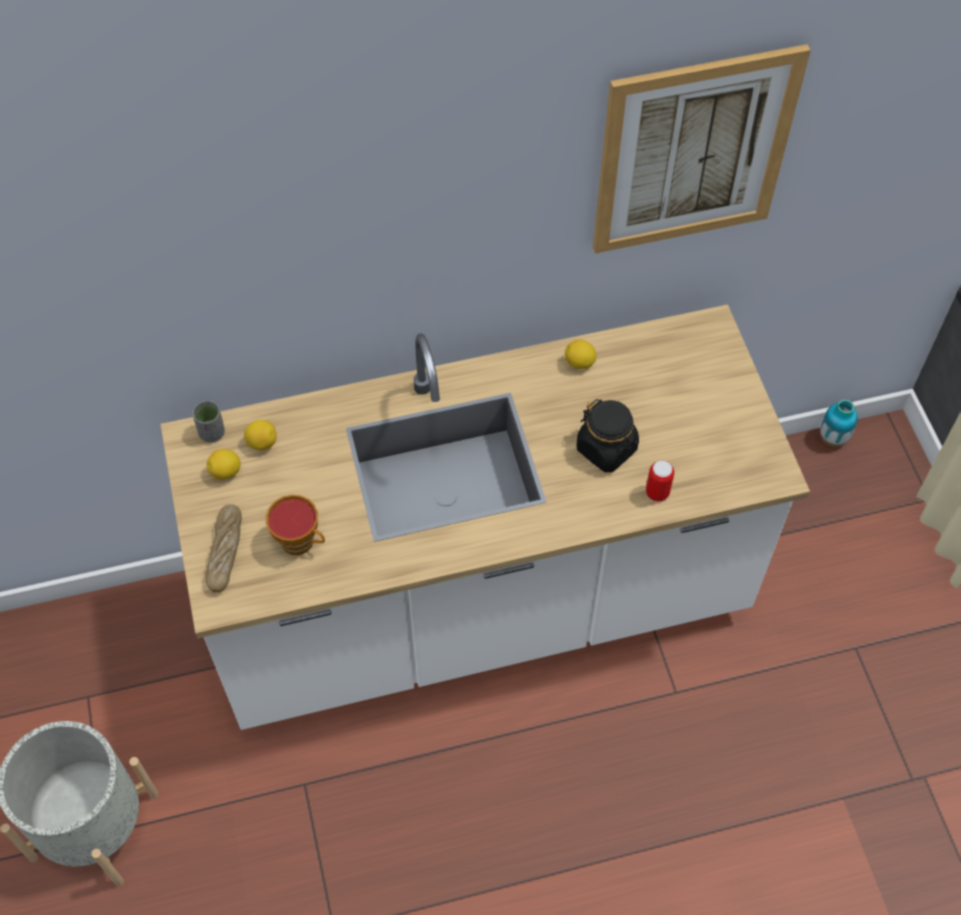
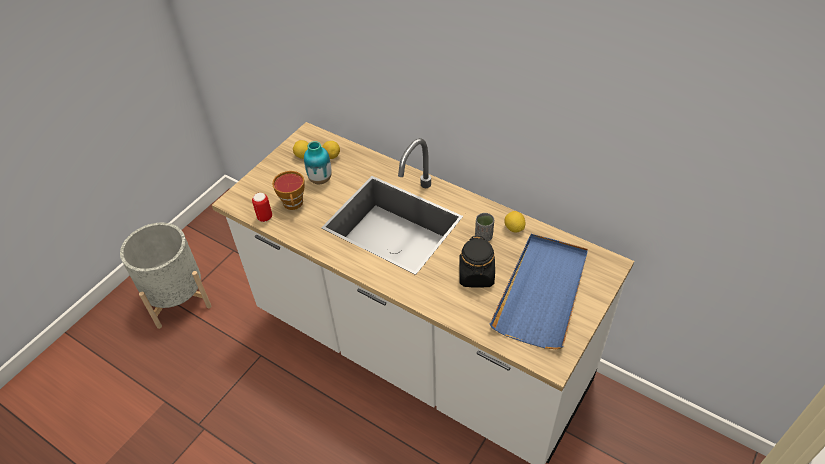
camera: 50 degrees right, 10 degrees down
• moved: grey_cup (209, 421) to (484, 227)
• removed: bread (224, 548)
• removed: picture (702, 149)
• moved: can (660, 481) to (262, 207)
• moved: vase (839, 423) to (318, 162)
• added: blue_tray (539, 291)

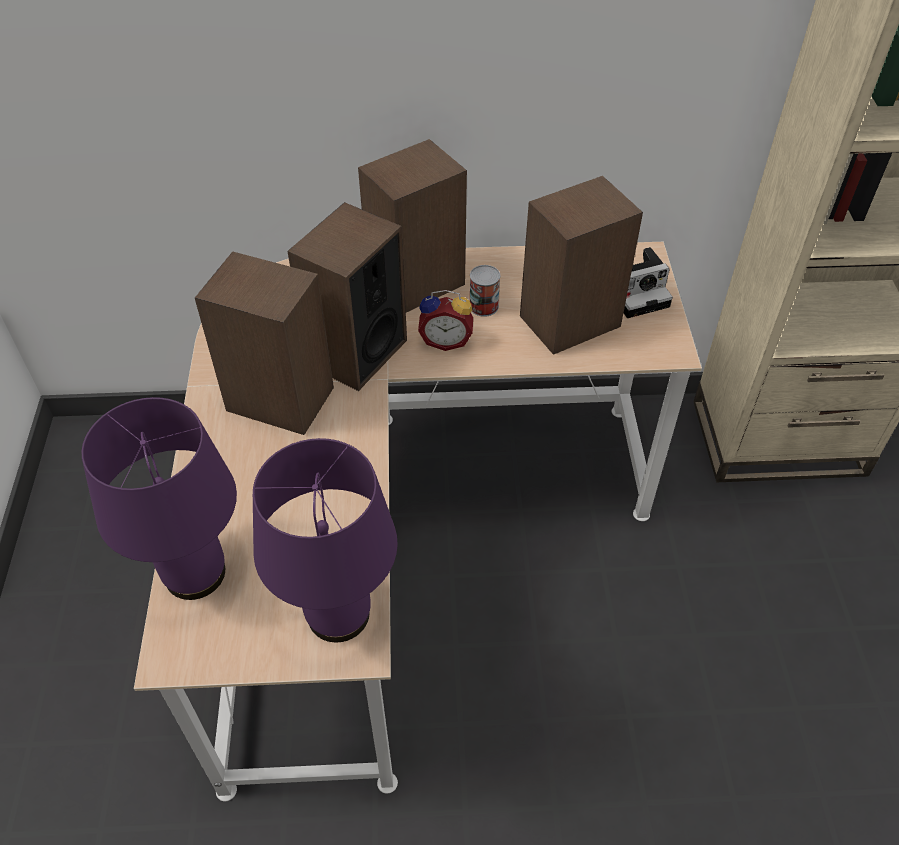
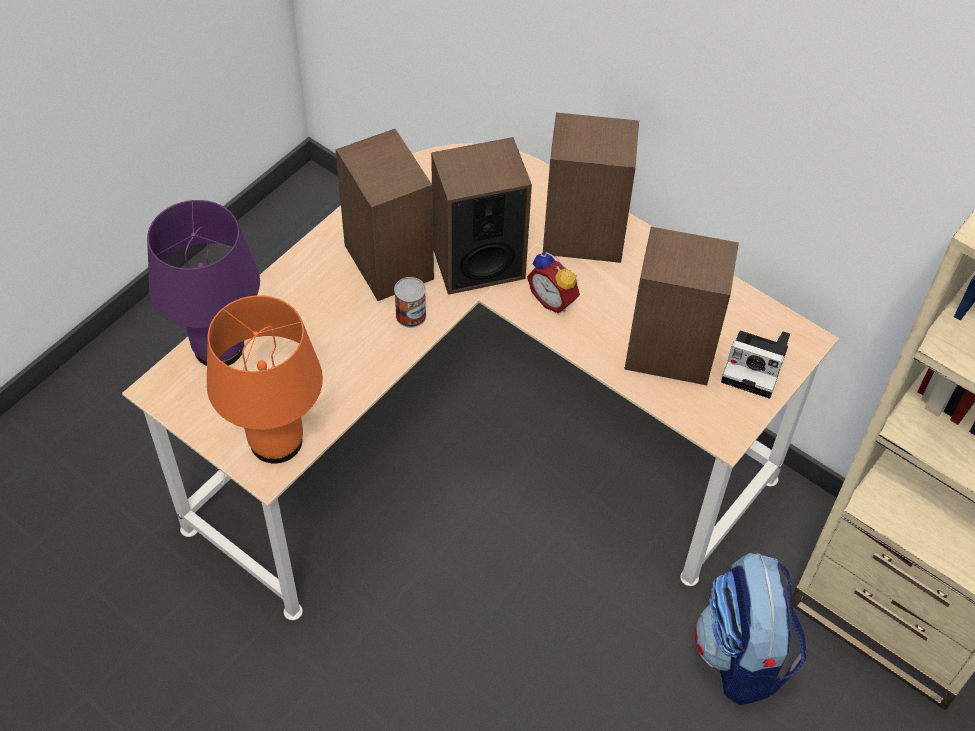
camera: 40 degrees right, 5 degrees up
• recoloured: purple_table_lamp (325, 540) to orange_table_lamp (265, 379)
• moved: can (485, 291) to (410, 302)
• added: backpack (750, 629)

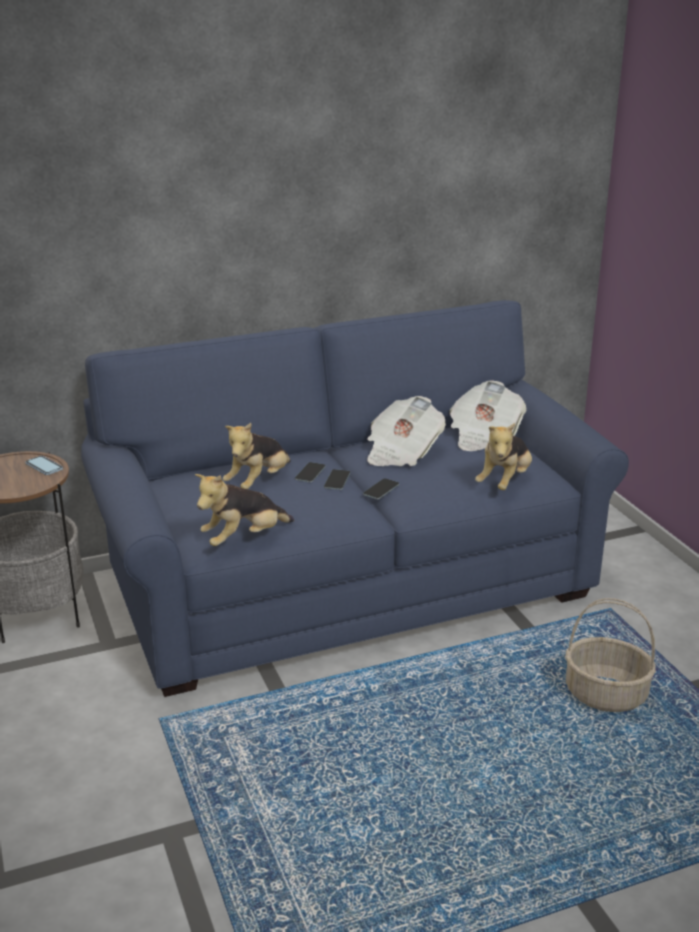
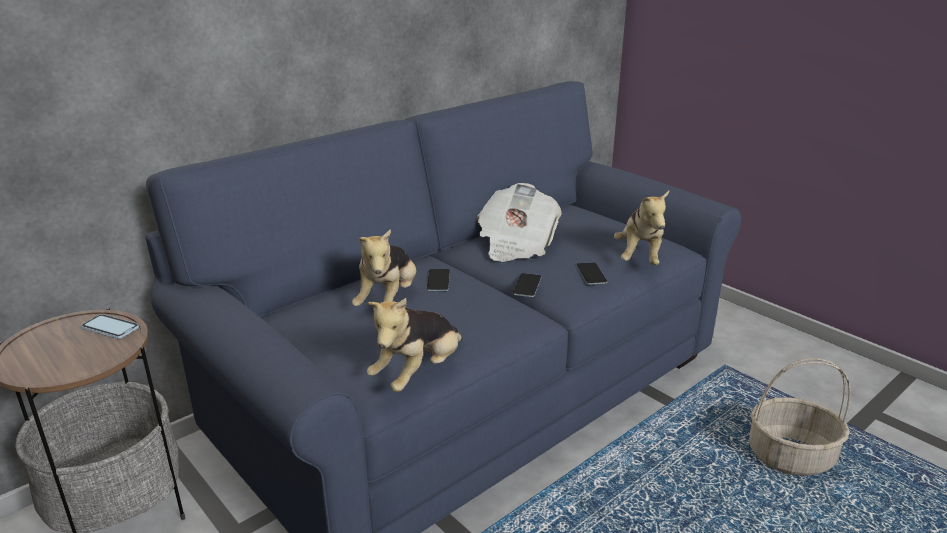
camera: 20 degrees left, 0 degrees up
• moved: phone (337, 479) to (591, 273)
• removed: newspaper (487, 415)

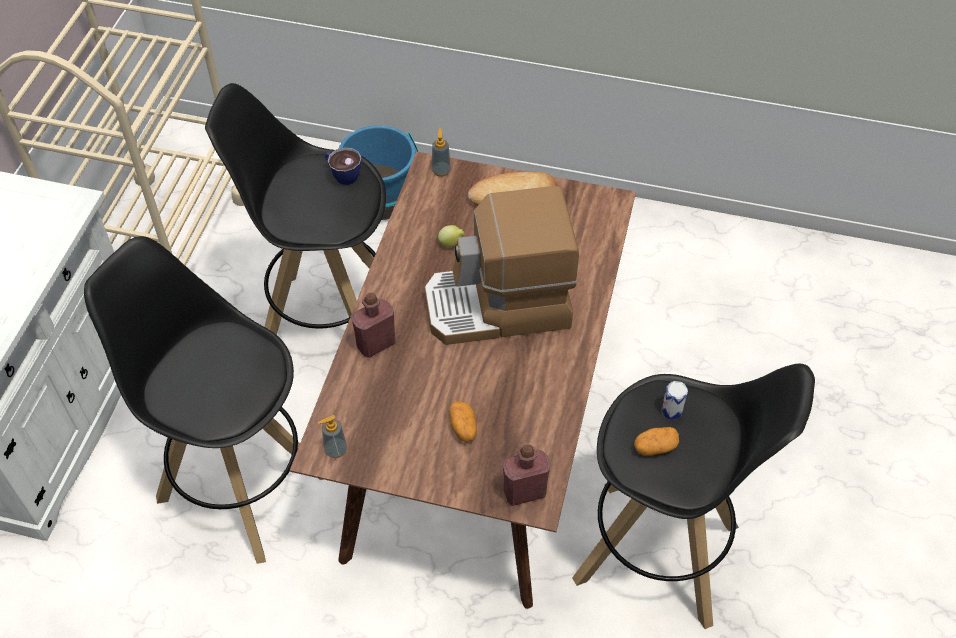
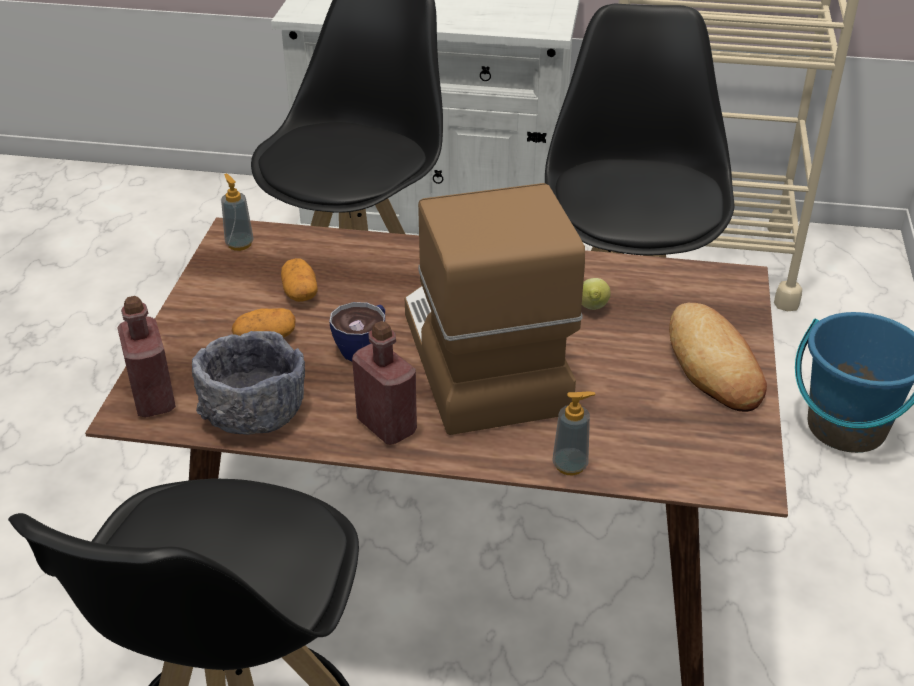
camera: 85 degrees right, 15 degrees down
• moved: cup (343, 166) to (357, 331)
• moved: red_bottle (373, 325) to (384, 383)
• moved: soap_dispenser (441, 152) to (574, 433)
• moved: potato (656, 441) to (299, 280)
• removed: can (674, 400)
• added: grey_bowl (248, 383)

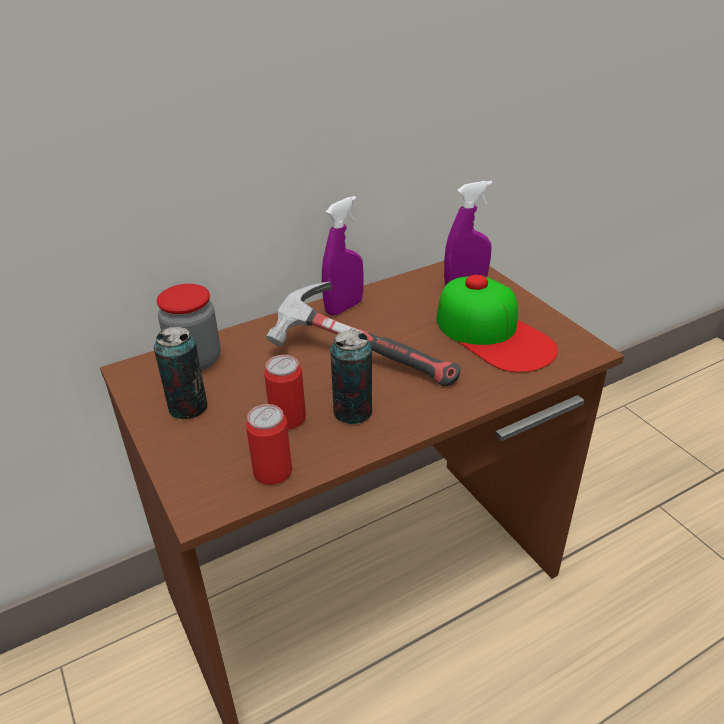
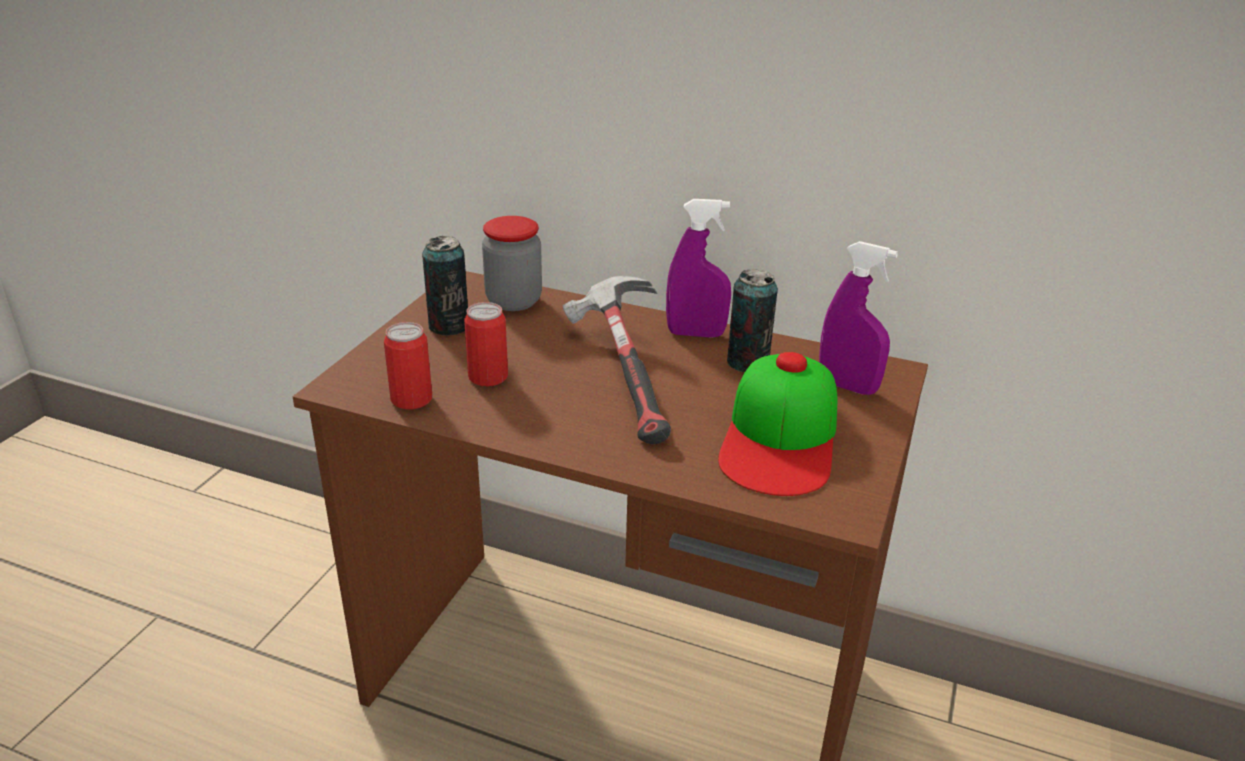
camera: 50 degrees right, 5 degrees down
• moved: can (351, 377) to (752, 320)

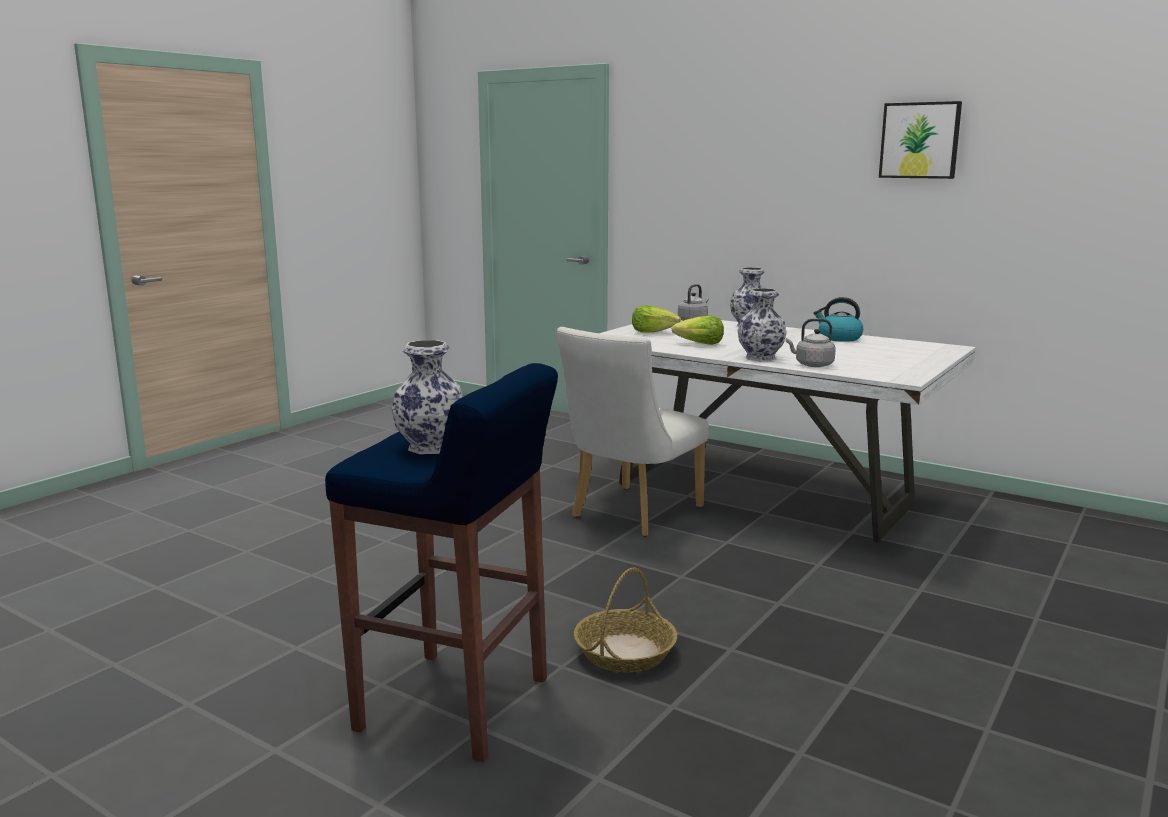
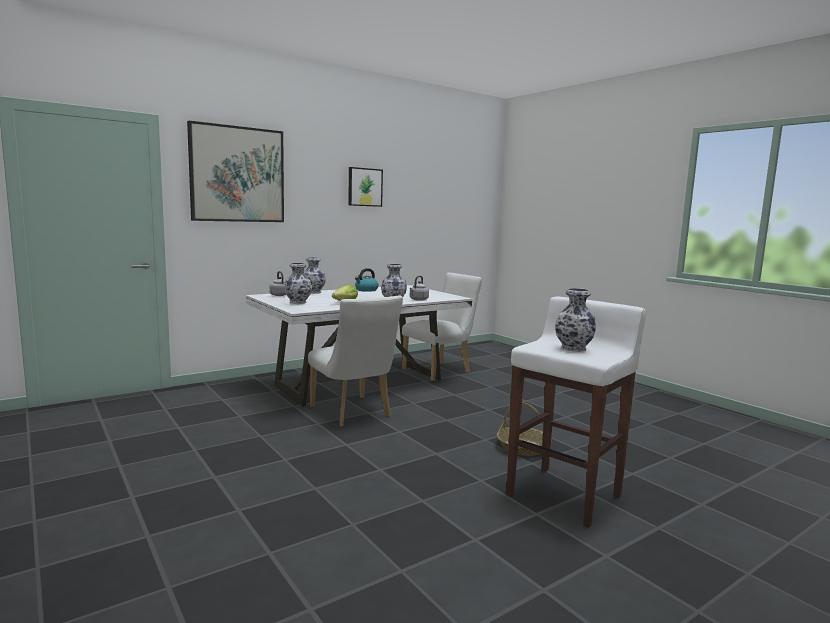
camera: 70 degrees left, 5 degrees down
• recoloured: blue_stool (441, 562) to white_stool (576, 412)
• replaced: lettuce (656, 319) to vase (298, 283)
• added: picture (235, 171)
• added: white_chair (442, 327)

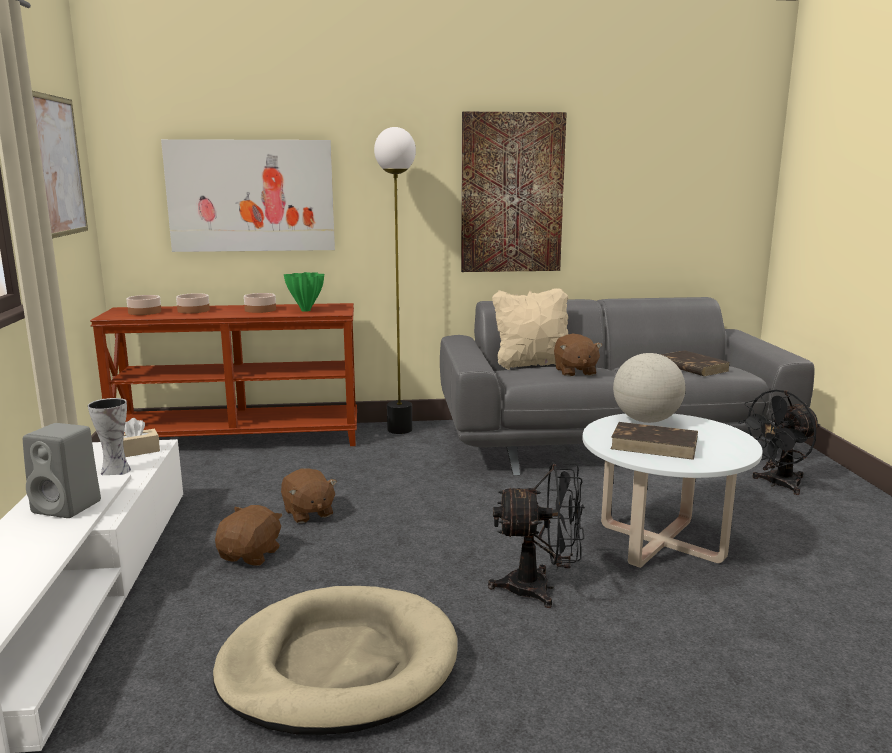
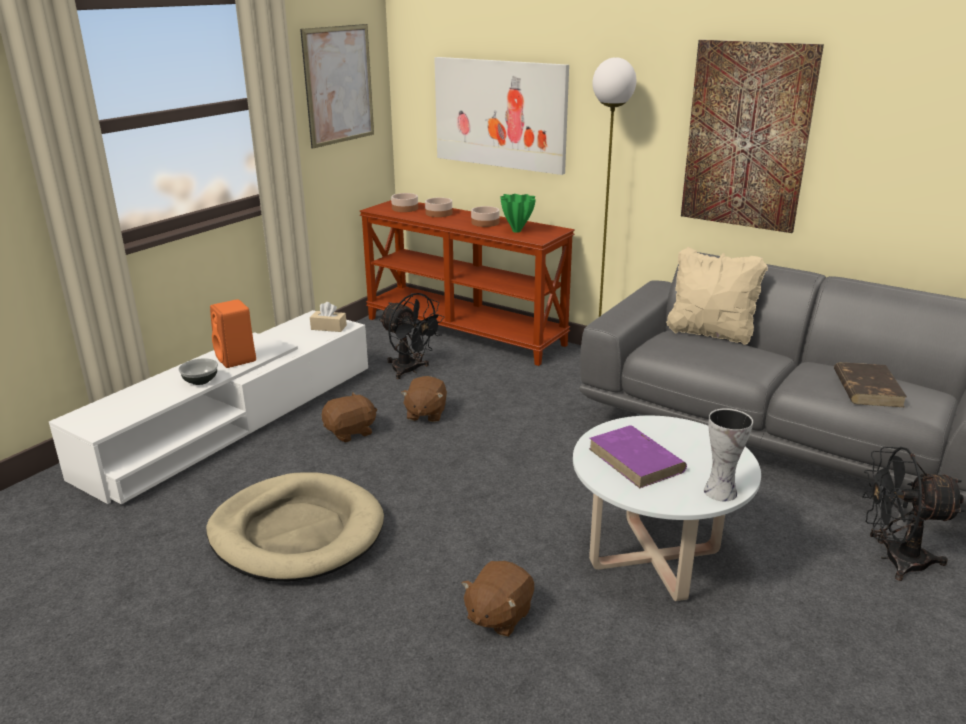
camera: 40 degrees right, 10 degrees up
• recoloured: grey_speaker (62, 470) to orange_speaker (233, 333)
• moved: vase (109, 436) to (728, 454)
• moved: black_fan (536, 535) to (412, 336)
• moved: brown_plush_toy (578, 355) to (498, 599)
• recoloured: brown_book (654, 441) to purple_book (638, 456)
• removed: globe (649, 388)
• added: bowl (198, 371)

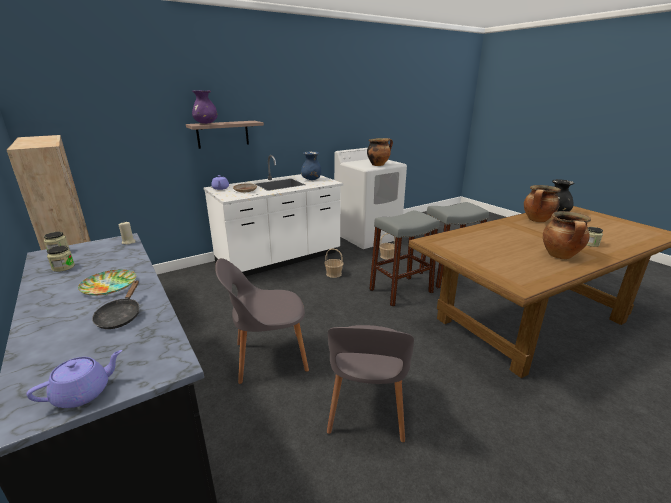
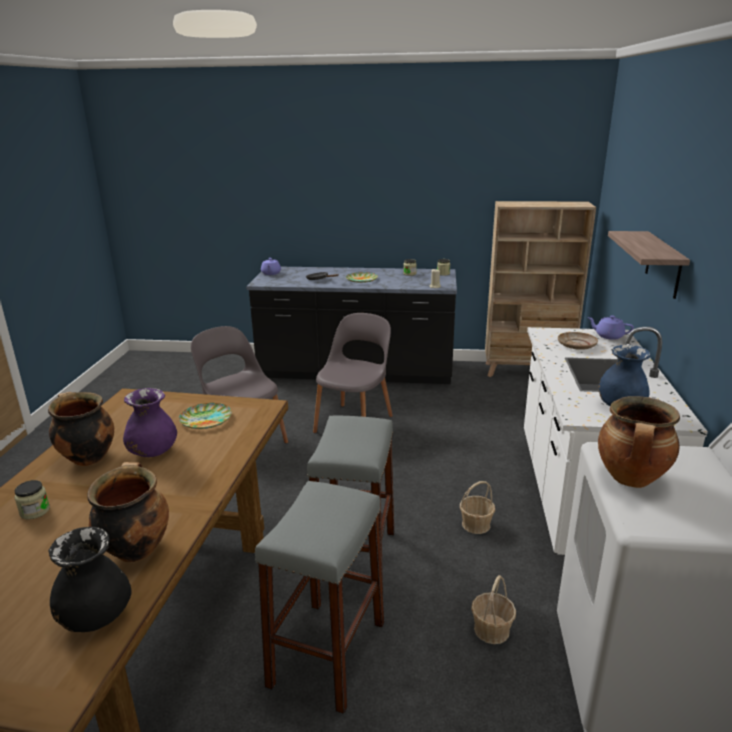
camera: 130 degrees right, 0 degrees up
• moved: purple_vase (204, 107) to (150, 422)
• added: plate (205, 416)

